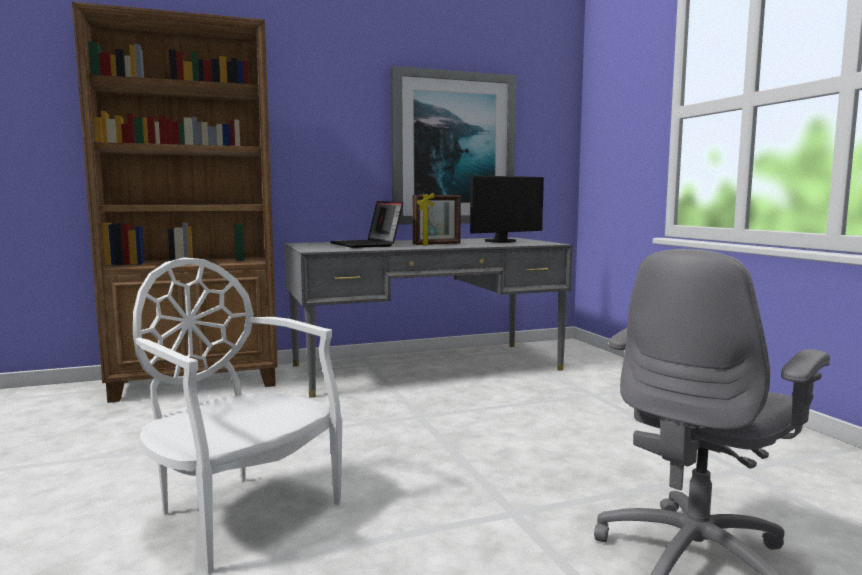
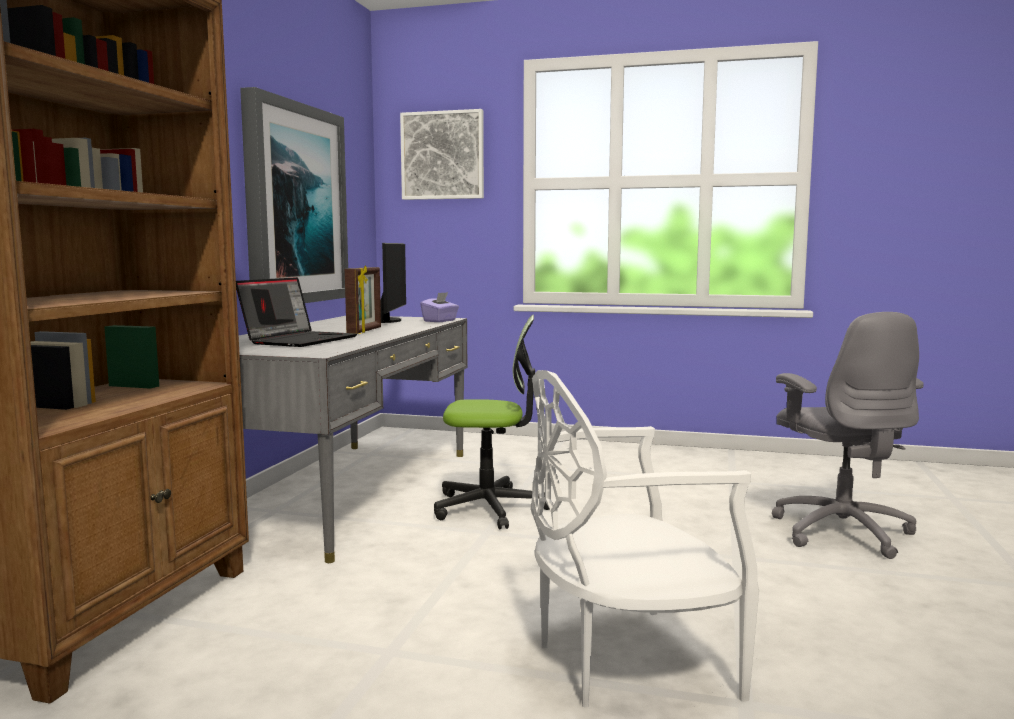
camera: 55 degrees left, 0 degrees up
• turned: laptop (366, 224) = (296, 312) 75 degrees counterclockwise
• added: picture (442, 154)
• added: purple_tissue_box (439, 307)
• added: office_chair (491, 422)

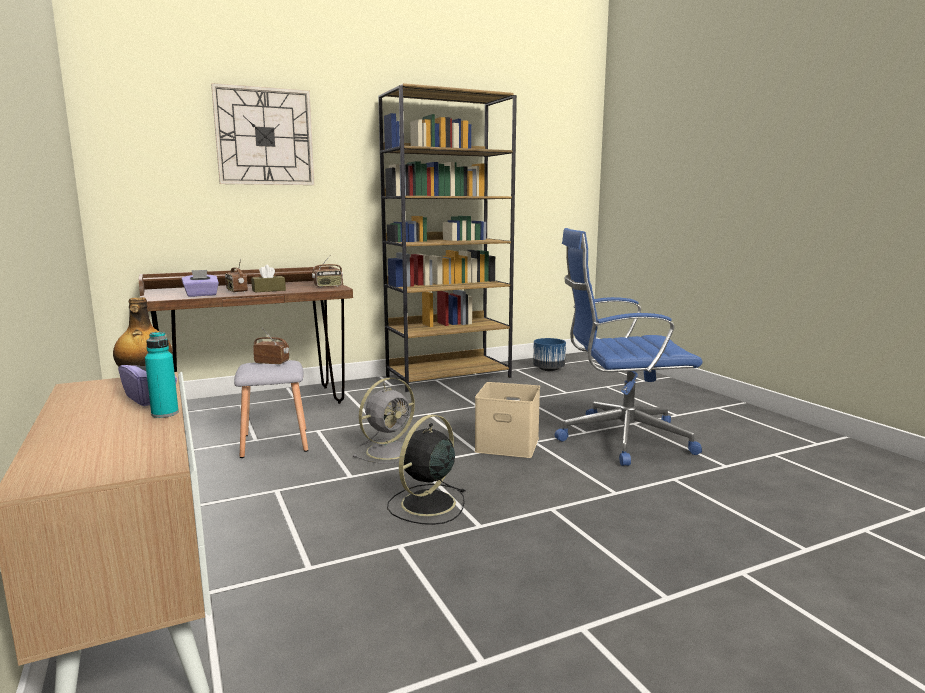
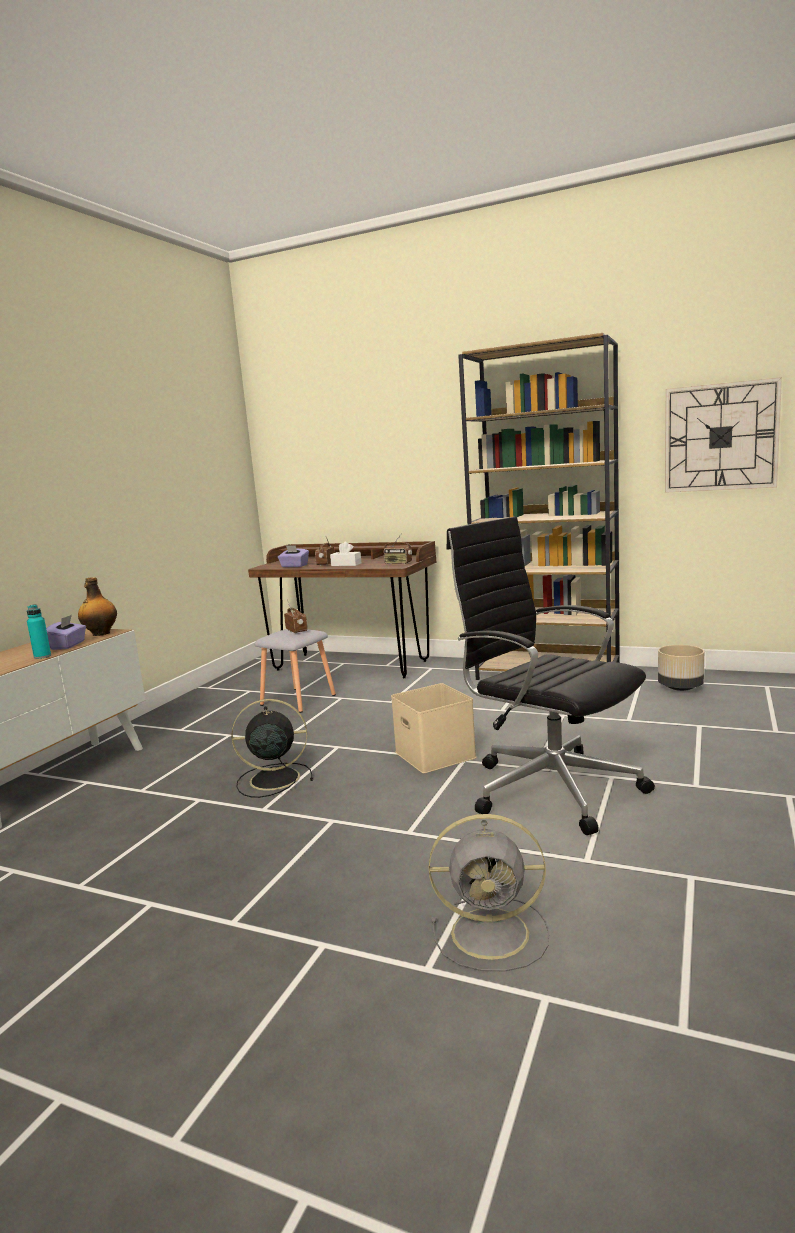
camera: 50 degrees right, 0 degrees up
• moved: wall_clock (262, 134) to (723, 435)
• recoloured: brown_tissue_box (268, 278) to white_tissue_box (345, 554)
• moved: grey_fan (383, 421) to (489, 892)
• recoloured: blue_planter (549, 354) to beige_planter (681, 668)
• recoloured: blue_office_chair (629, 347) to black_office_chair (550, 676)

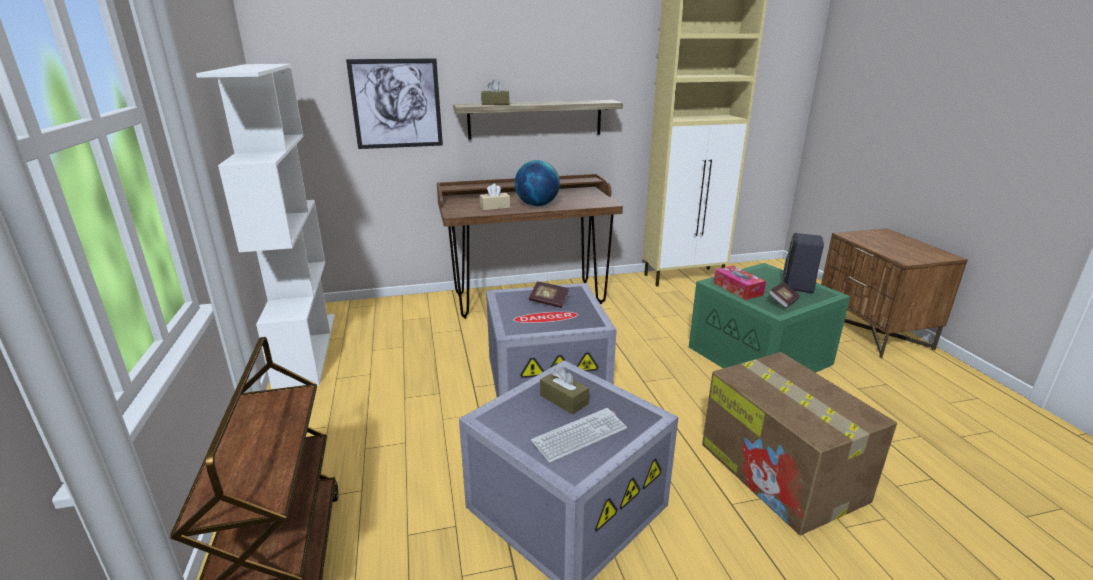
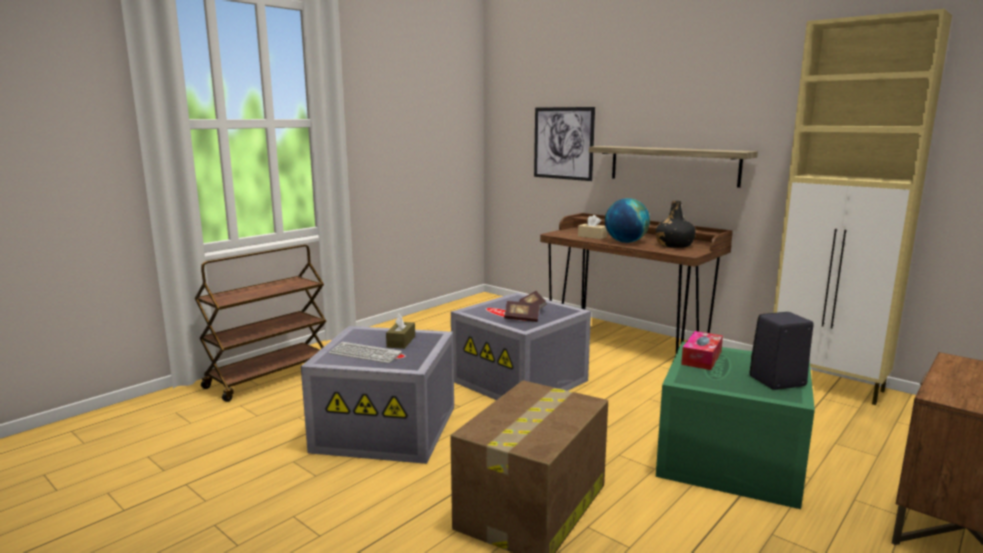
camera: 55 degrees right, 10 degrees down
• removed: white_bookcase (265, 226)
• removed: brown_tissue_box (495, 92)
• moved: book (784, 295) to (521, 311)
• added: black_bottle (675, 224)

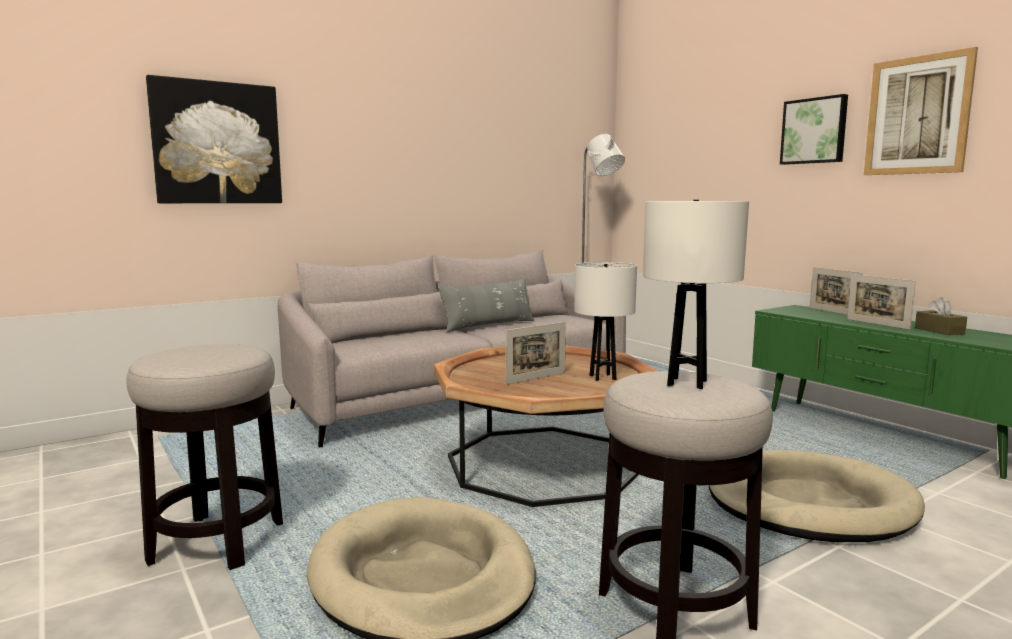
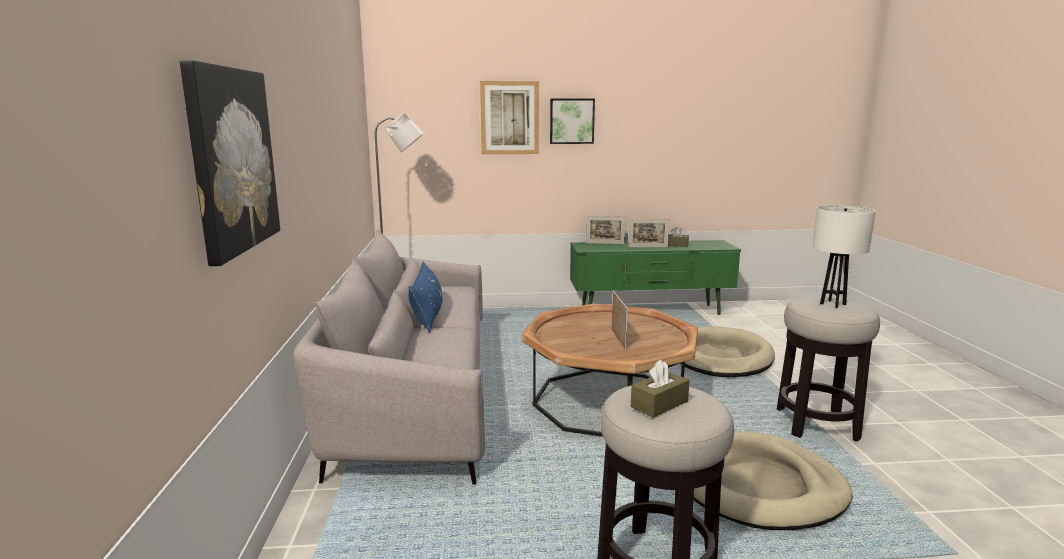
camera: 60 degrees left, 5 degrees up
• recoloured: grey_pillow (485, 305) to blue_pillow (425, 297)
• removed: white_table_lamp (605, 321)
• moved: picture (921, 111) to (509, 117)
• added: brown_tissue_box (660, 389)

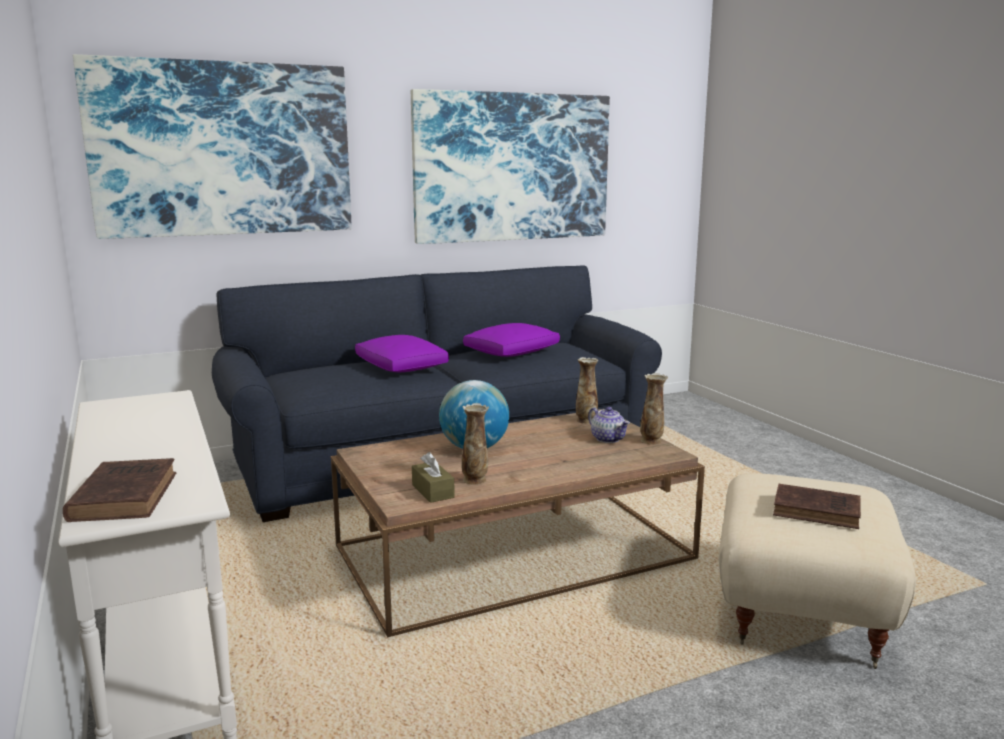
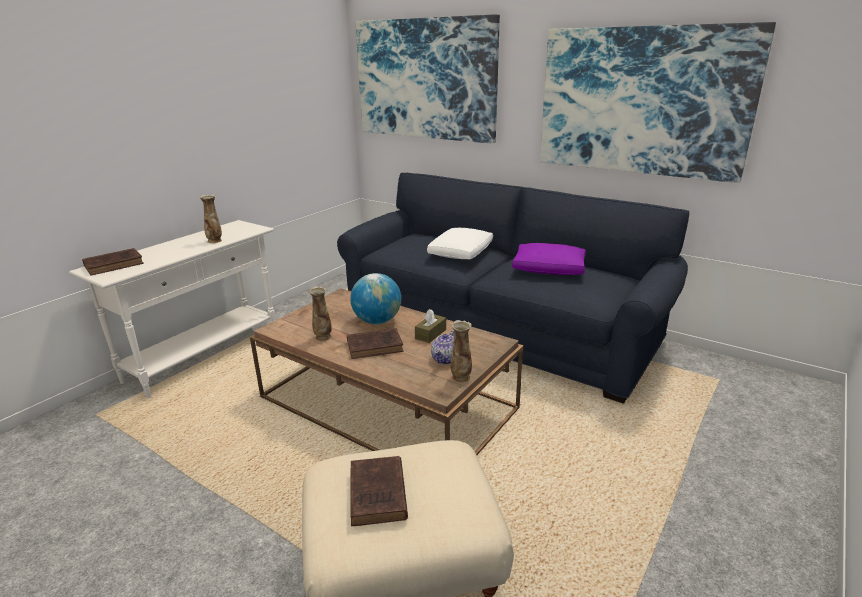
camera: 60 degrees right, 10 degrees up
• recoloured: purple_pillow (402, 353) to white_pillow (460, 243)
• moved: brown_tissue_box (433, 477) to (430, 326)
• moved: vase (587, 390) to (211, 219)
• added: brown_book (375, 343)

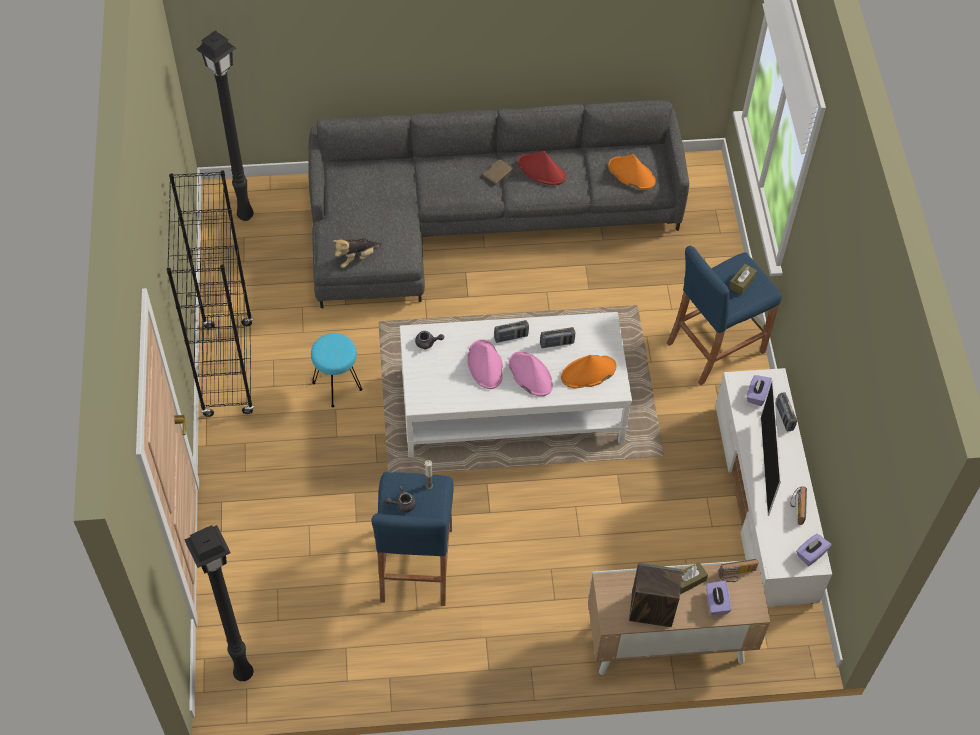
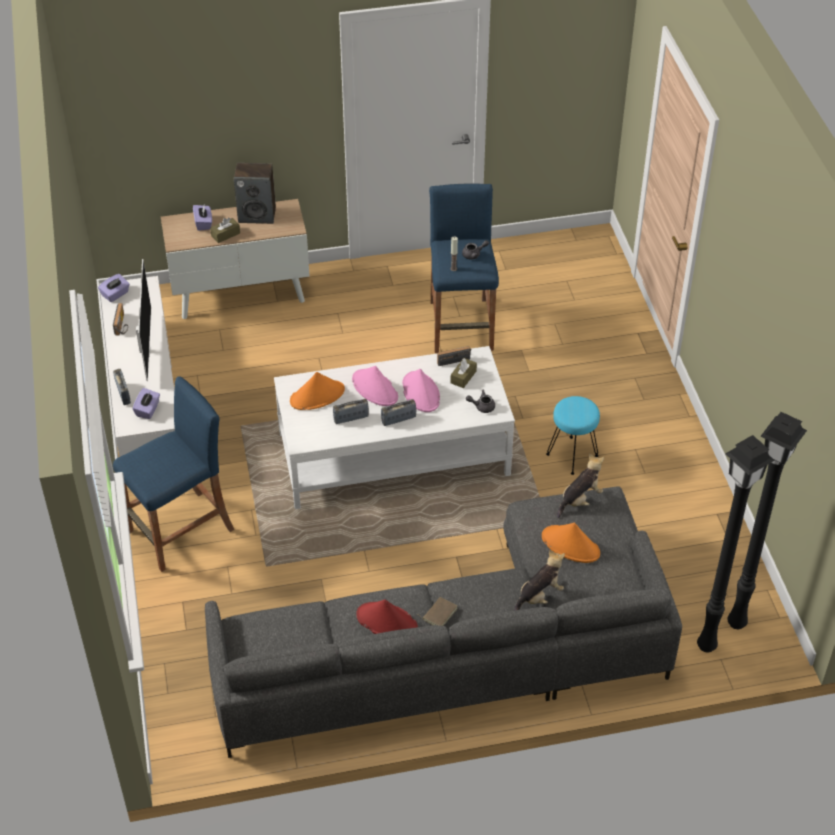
camera: 175 degrees right, 10 degrees down
• removed: black_bookcase (210, 294)
• moved: black_floor_lamp (218, 603) to (736, 544)
• moved: orange_hat (632, 172) to (571, 543)
• moved: radio (738, 570) to (454, 356)
• moved: brown_tissue_box (743, 279) to (463, 373)
• added: plush_toy (539, 580)

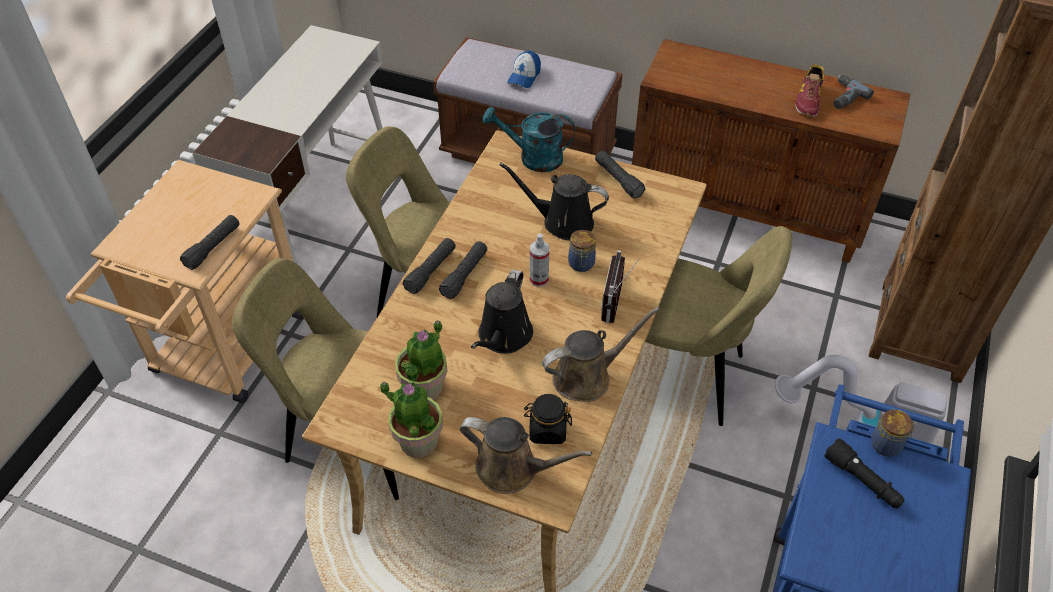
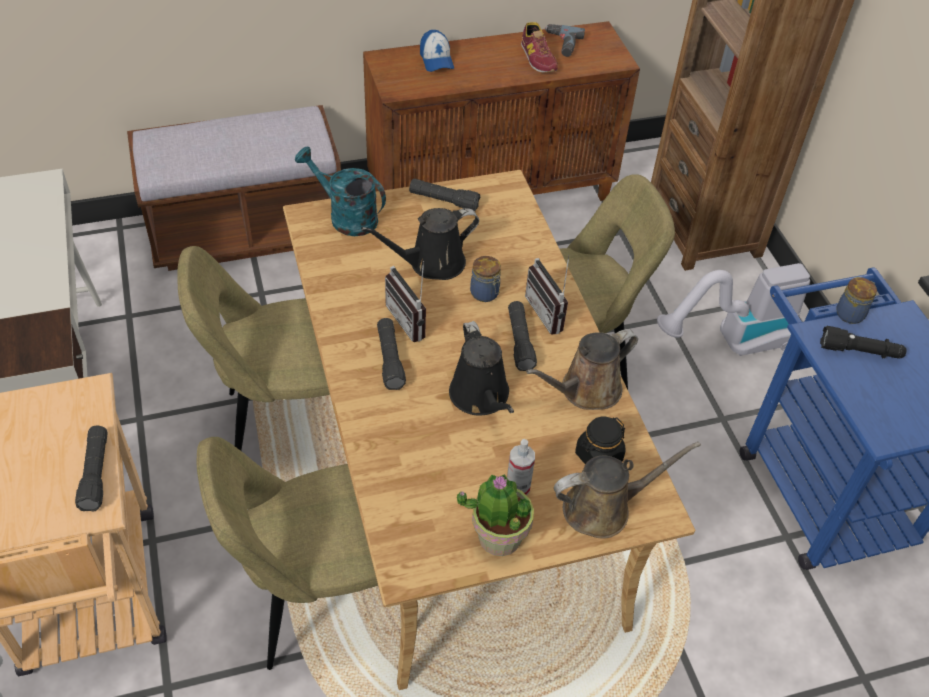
camera: 40 degrees left, 0 degrees up
• removed: potted_plant (421, 360)
• moved: black_flashlight (429, 266) to (522, 336)
• turned: turquoise_watering_can (529, 139) = (340, 191) 60 degrees clockwise
• moved: cap (524, 69) to (437, 51)
• moved: spray_bottle (540, 260) to (521, 467)
• turned: brown_watering_can (601, 354) = (582, 369) 150 degrees counterclockwise
• added: radio (405, 301)

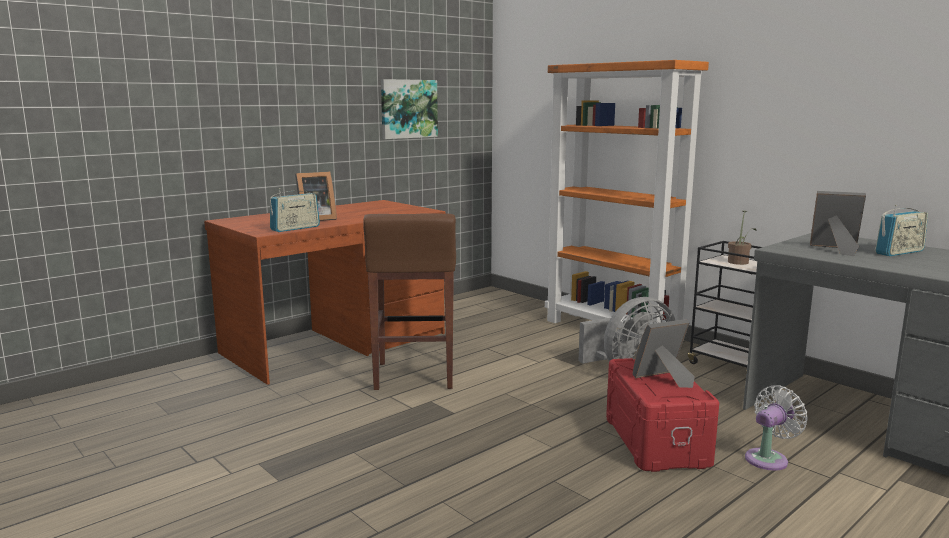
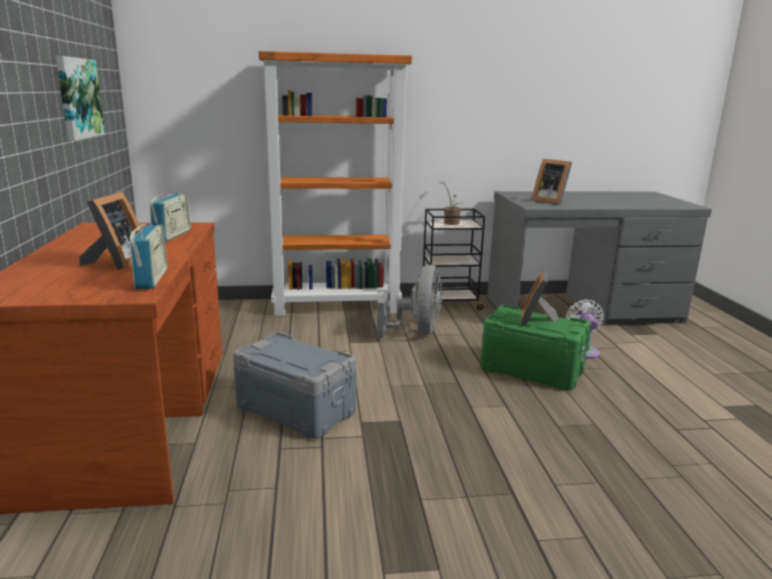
camera: 55 degrees left, 5 degrees up
• replaced: brown_stool (409, 301) to grey_storage_box (294, 385)
• recoloured: red_storage_box (662, 415) to green_storage_box (535, 347)
• turned: picture_frame (838, 223) = (552, 182) 105 degrees counterclockwise
• moved: radio (901, 230) to (170, 216)

